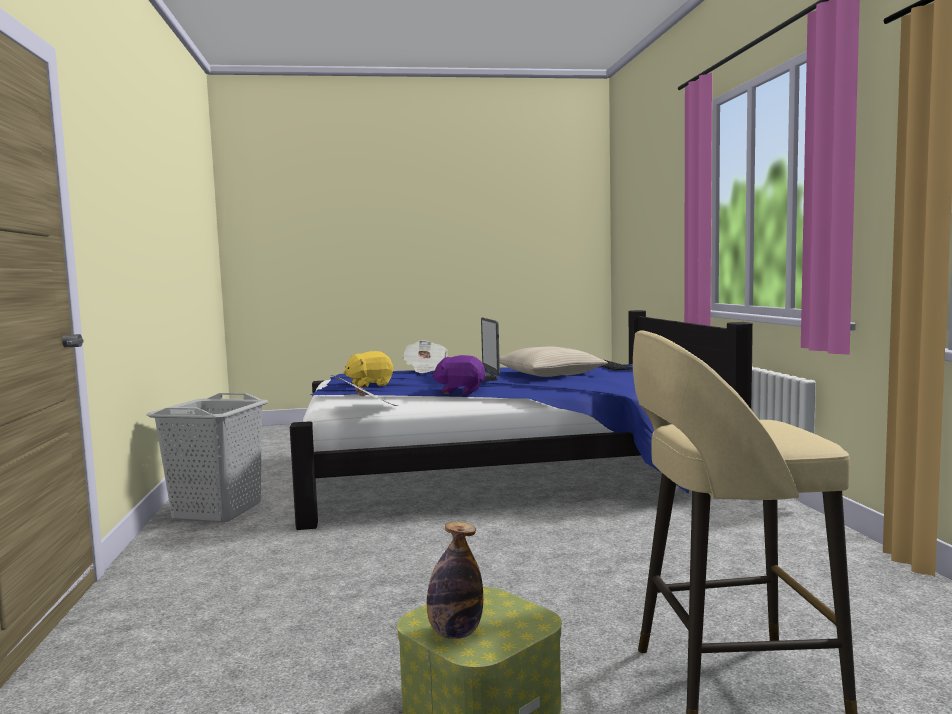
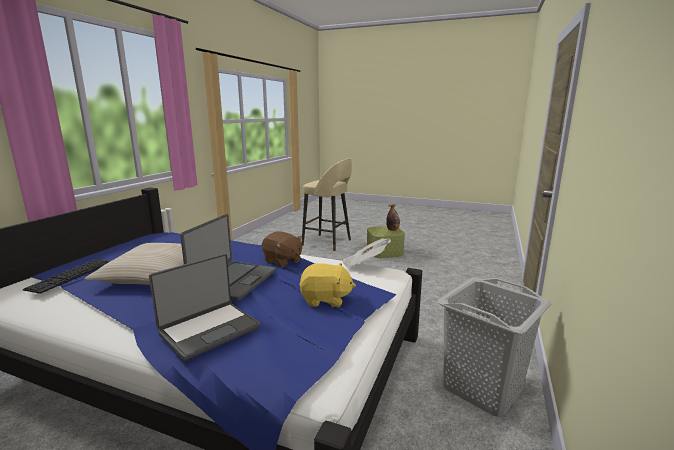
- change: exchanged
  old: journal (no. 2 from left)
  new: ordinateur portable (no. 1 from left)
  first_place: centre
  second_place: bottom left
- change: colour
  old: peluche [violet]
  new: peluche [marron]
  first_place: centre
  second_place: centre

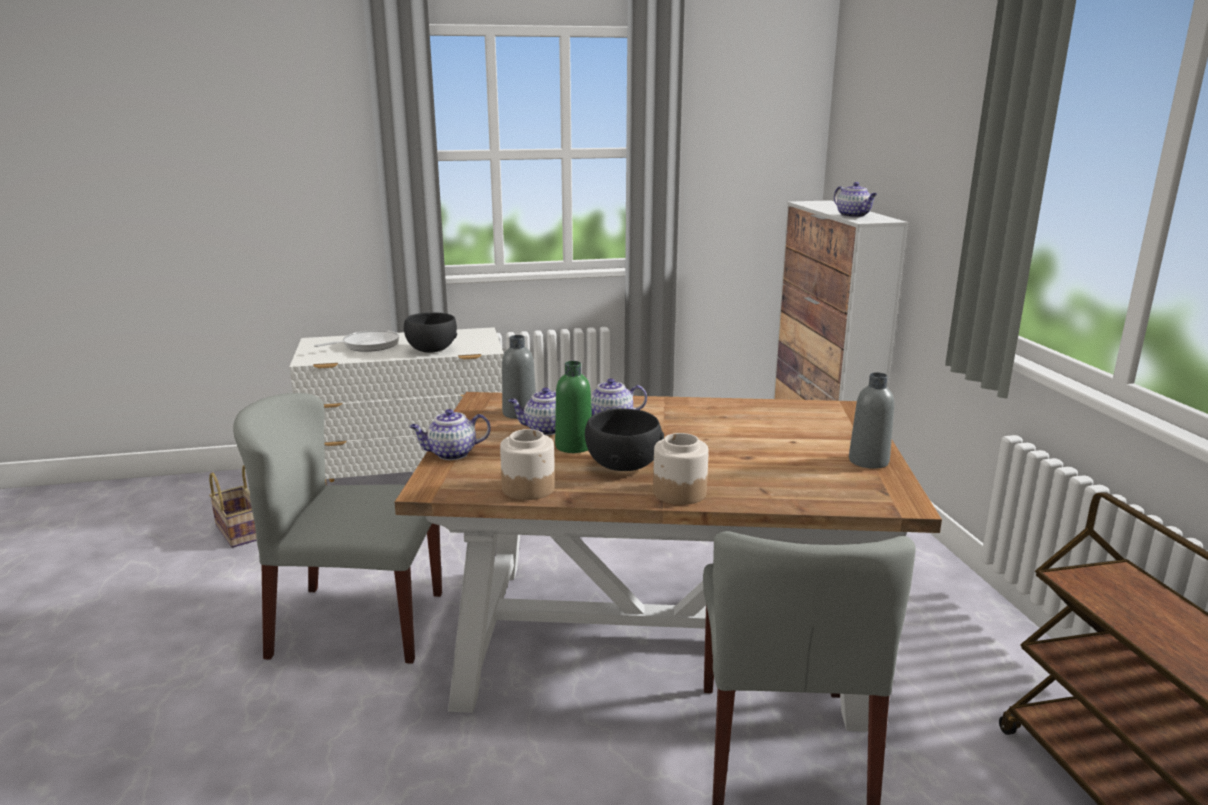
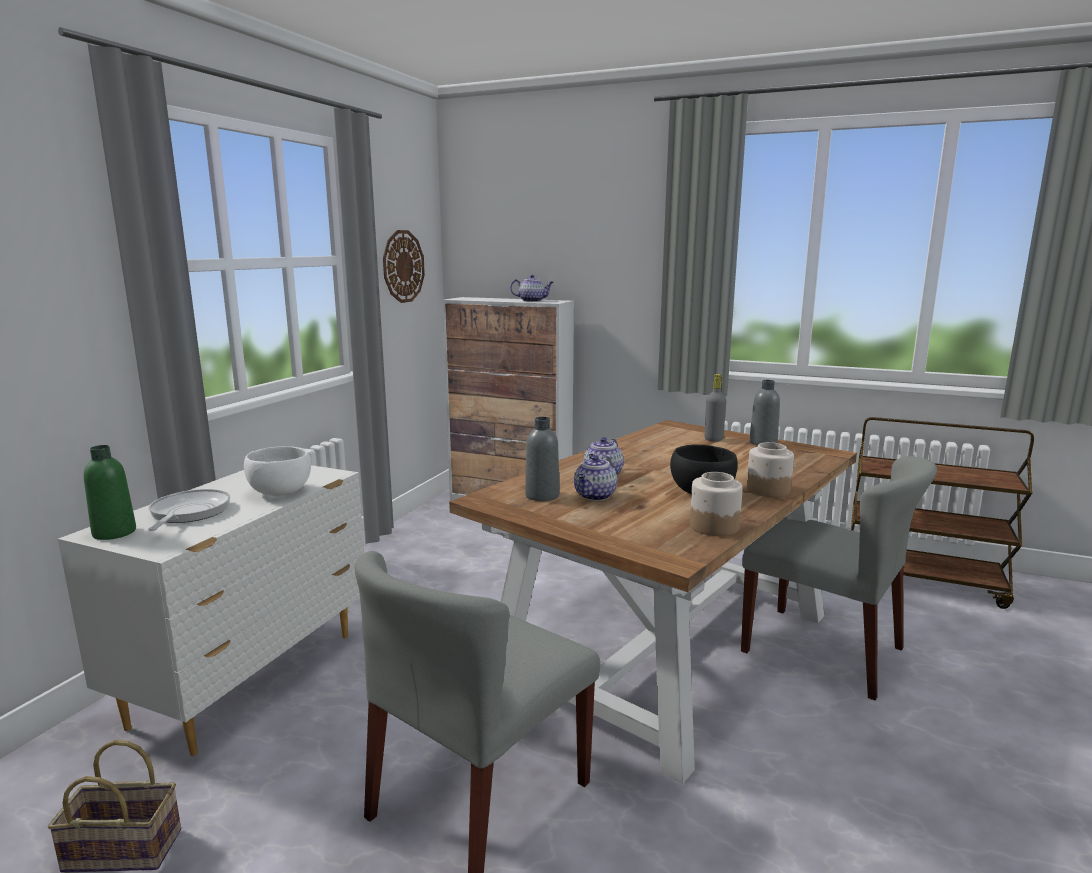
- change: colour
  old: bol [noir] (no. 1 from left)
  new: bol [blanc]
  first_place: centre
  second_place: middle left
- change: missing
  old: théière (no. 1 from left)
  first_place: centre
- change: relocated
  old: bouteille [vert]
  first_place: centre
  second_place: middle left
- change: appeared
  new: horloge murale
  second_place: top centre
- change: appeared
  new: bouteille [gris] (no. 2 from left)
  second_place: centre

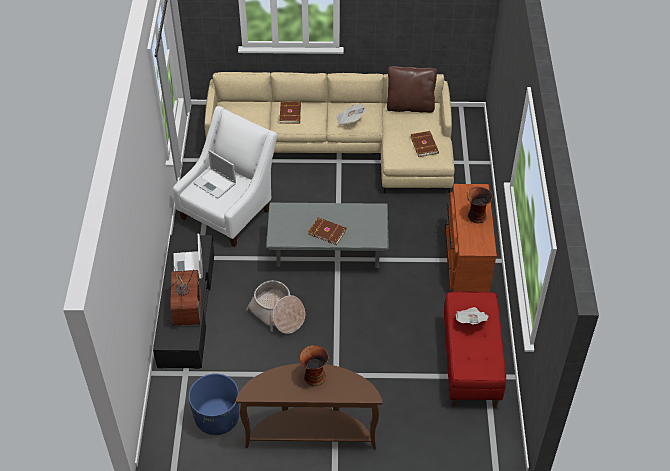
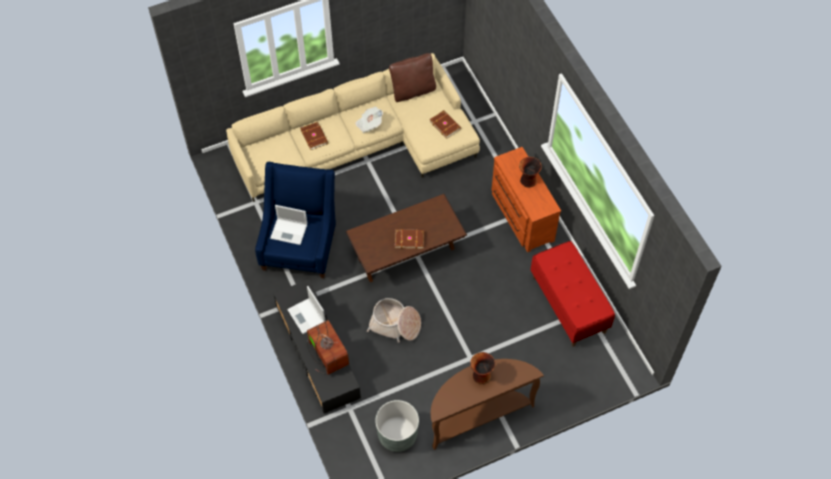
- change: colour
  old: fauteuil [blanc]
  new: fauteuil [bleu]
  first_place: centre
  second_place: centre
- change: colour
  old: cache-pot [bleu]
  new: cache-pot [gris]
  first_place: bottom left
  second_place: bottom centre
- change: colour
  old: table basse [gris]
  new: table basse [marron]
  first_place: centre
  second_place: centre
- change: missing
  old: journal (no. 2 from left)
  first_place: bottom right

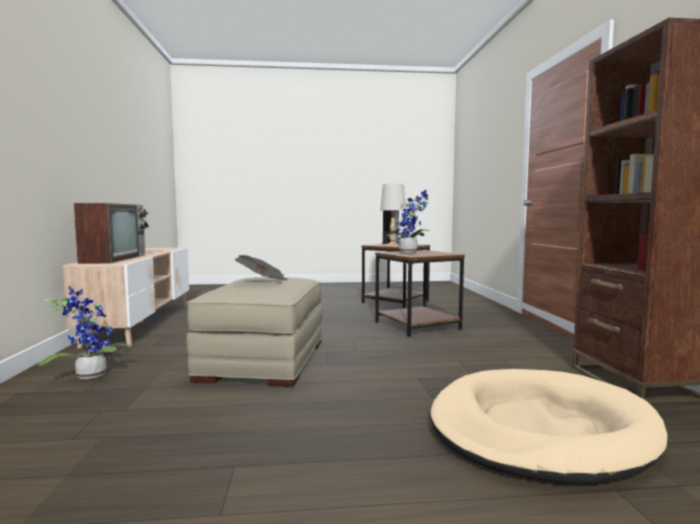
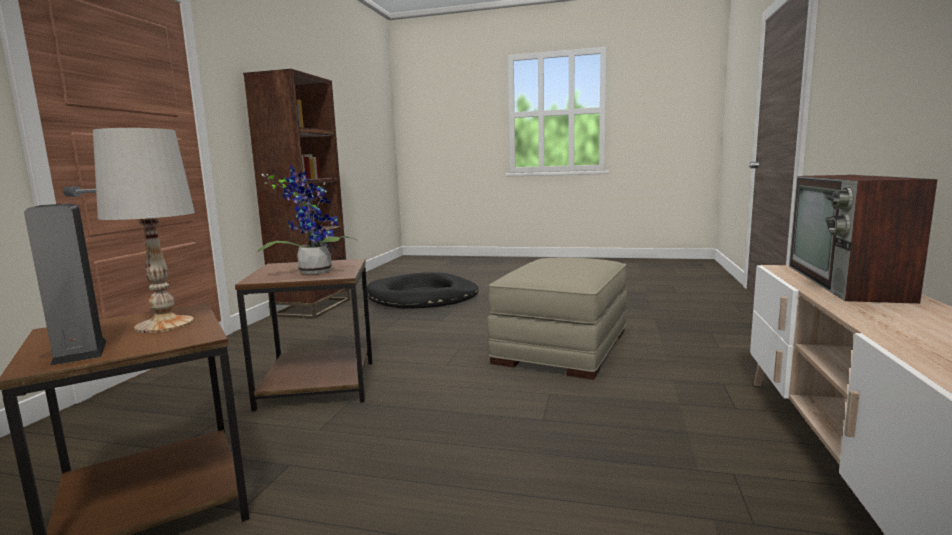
- change: missing
  old: plante en pot (no. 1 from left)
  first_place: middle left
- change: missing
  old: journal
  first_place: centre
- change: colour
  old: panier pour chien [beige]
  new: panier pour chien [noir]
  first_place: bottom right
  second_place: centre

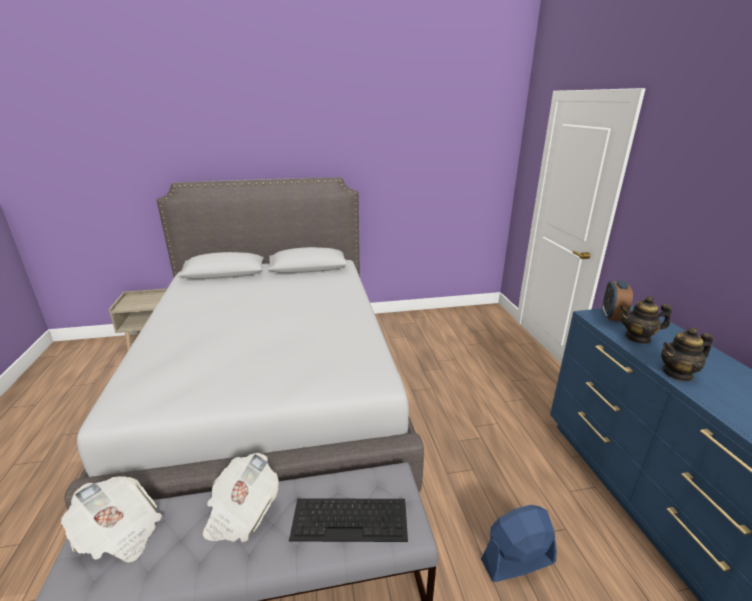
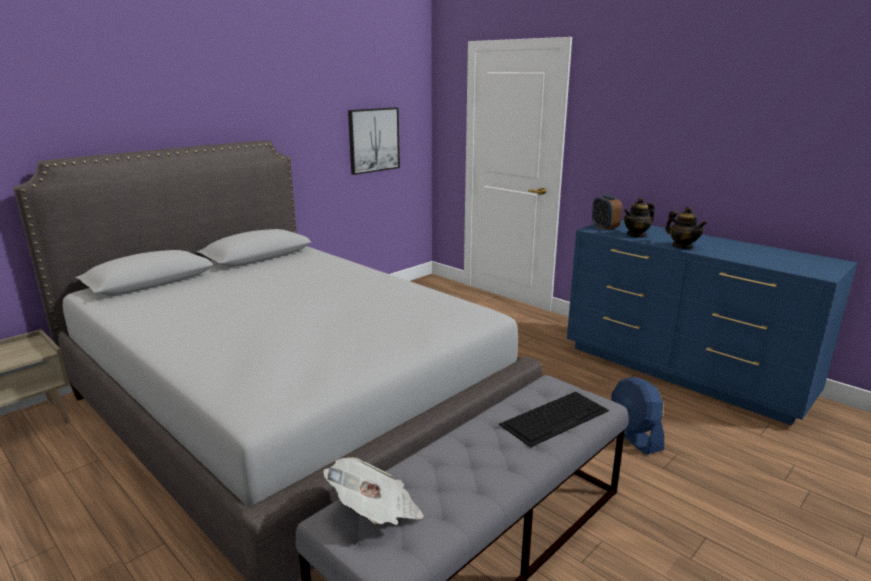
- change: missing
  old: journal (no. 2 from left)
  first_place: bottom left
- change: spun
  old: ventilateur [bleu]
  first_place: bottom right
  second_place: bottom right
  degrees: -60
- change: spun
  old: théière (no. 2 from left)
  first_place: middle right
  second_place: middle right
  degrees: -75
- change: appeared
  new: tableau
  second_place: top centre

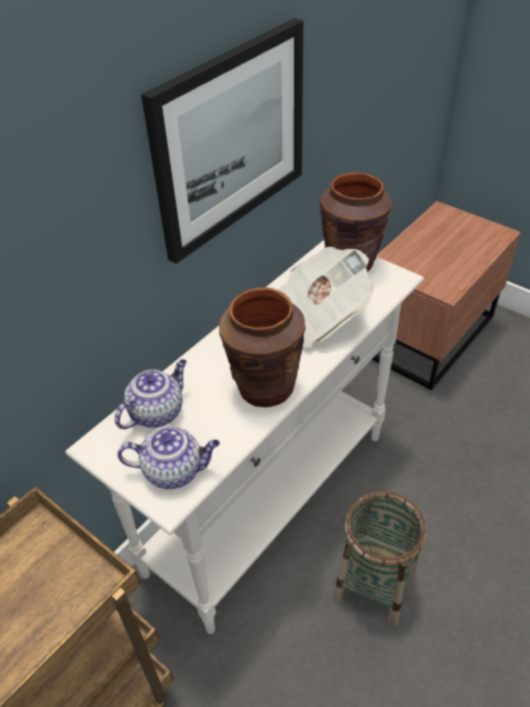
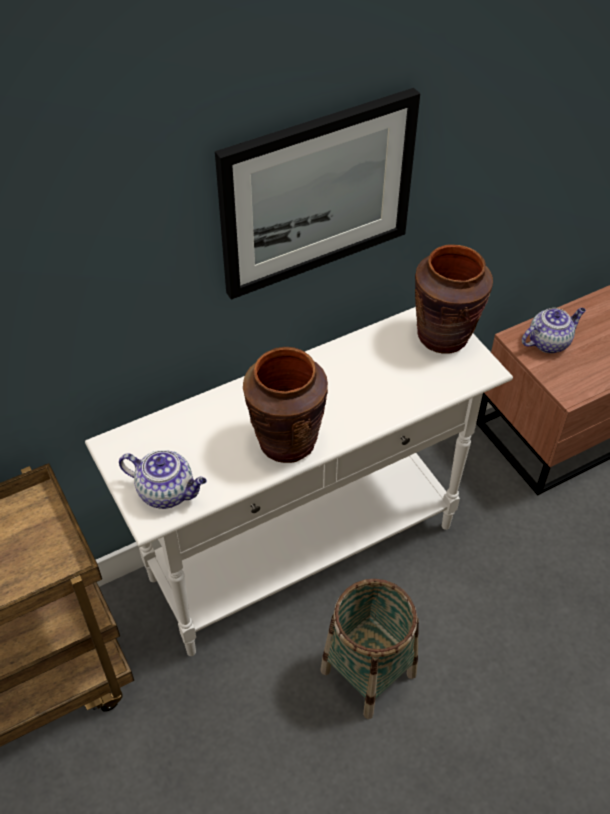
- change: relocated
  old: théière (no. 1 from left in the first image)
  new: théière (no. 2 from left)
  first_place: middle left
  second_place: middle right
- change: missing
  old: journal
  first_place: centre

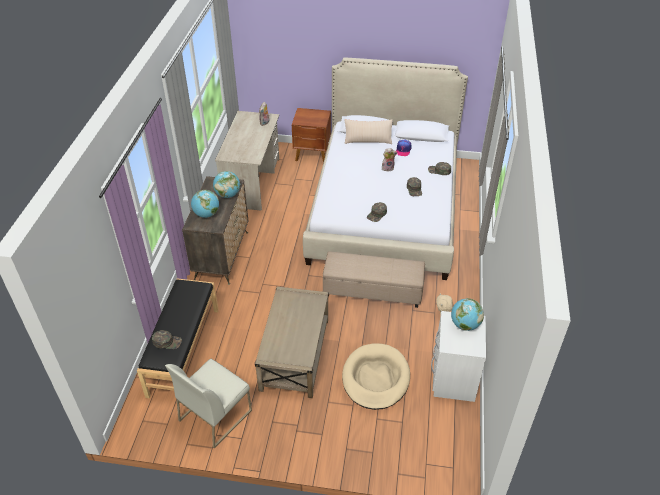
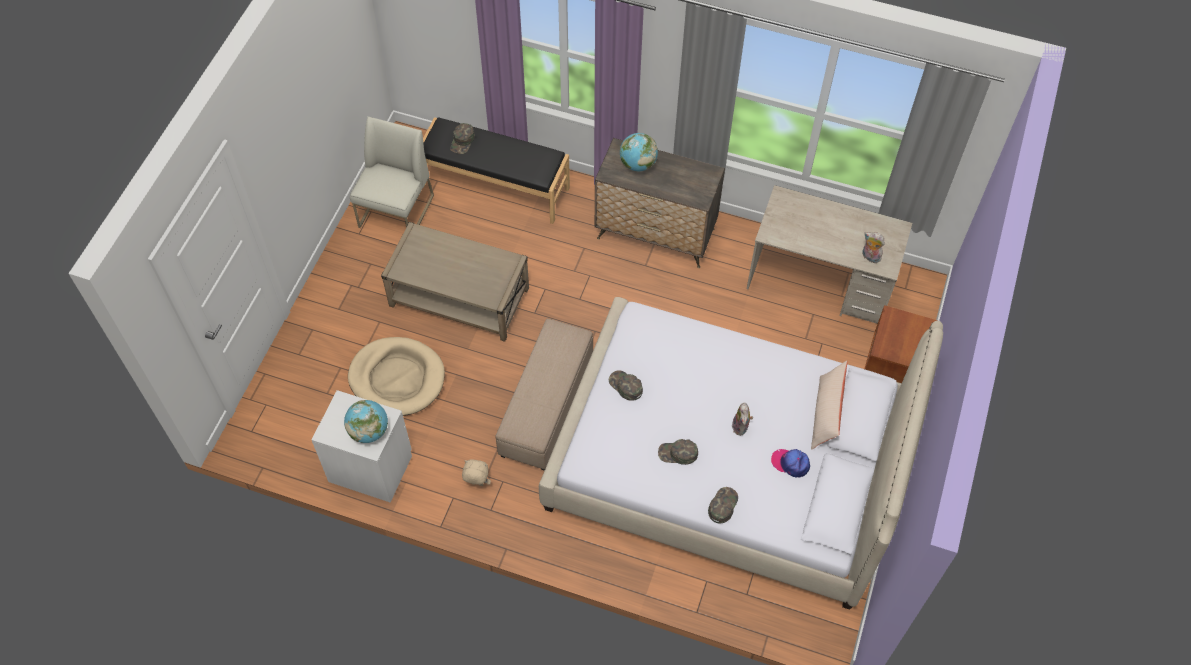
- change: spun
  old: chaise [blanc]
  first_place: bottom left
  second_place: top left
  degrees: 60
- change: missing
  old: globe (no. 2 from left)
  first_place: centre

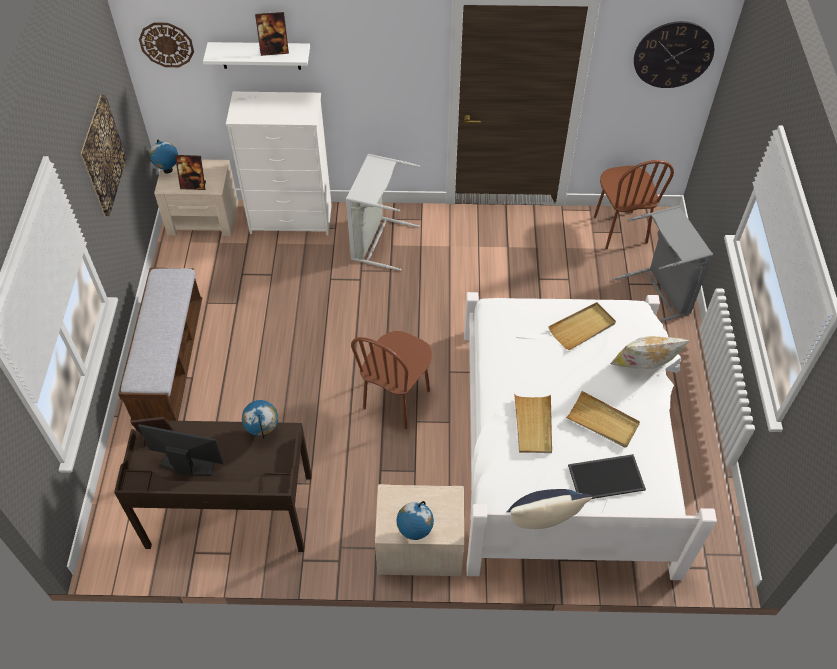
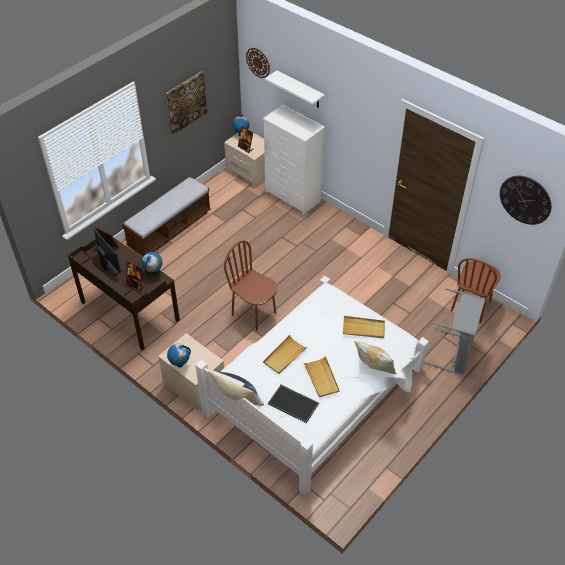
- change: relocated
  old: cadre photo (no. 3 from left in the first image)
  new: cadre photo (no. 2 from left)
  first_place: top left
  second_place: middle left
- change: missing
  old: panier à linge [gris] (no. 1 from left)
  first_place: top centre
- change: spun
  old: chaise [marron] (no. 1 from left)
  first_place: centre
  second_place: centre
  degrees: 60

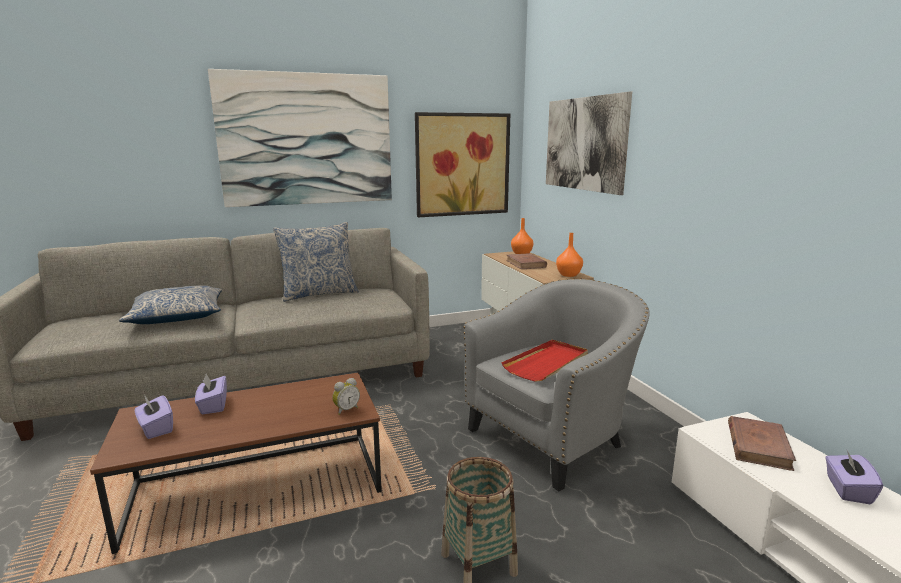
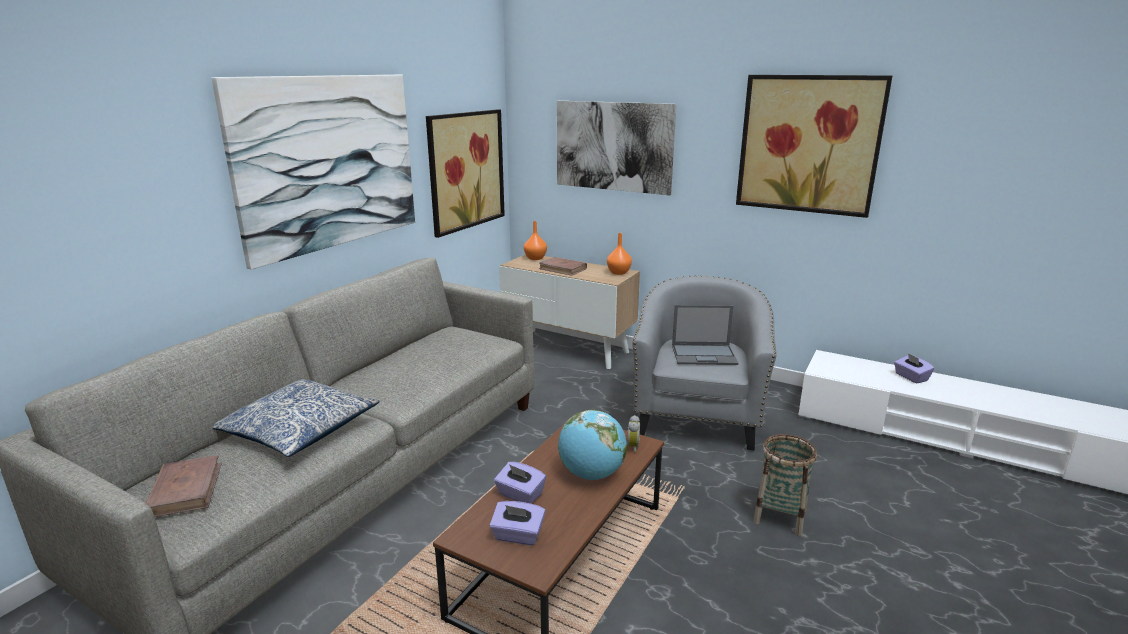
- change: missing
  old: coussin (no. 2 from left)
  first_place: centre
- change: exchanged
  old: plateau [rouge]
  new: ordinateur portable
  first_place: centre
  second_place: centre
- change: relocated
  old: livre [marron] (no. 2 from left in the first image)
  new: livre [marron] (no. 1 from left)
  first_place: bottom right
  second_place: bottom left
- change: appeared
  new: globe
  second_place: bottom centre
- change: appeared
  new: tableau (no. 4 from left)
  second_place: top right

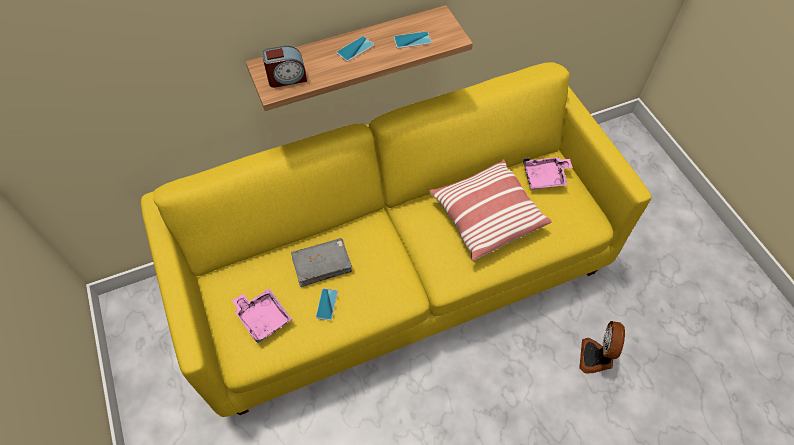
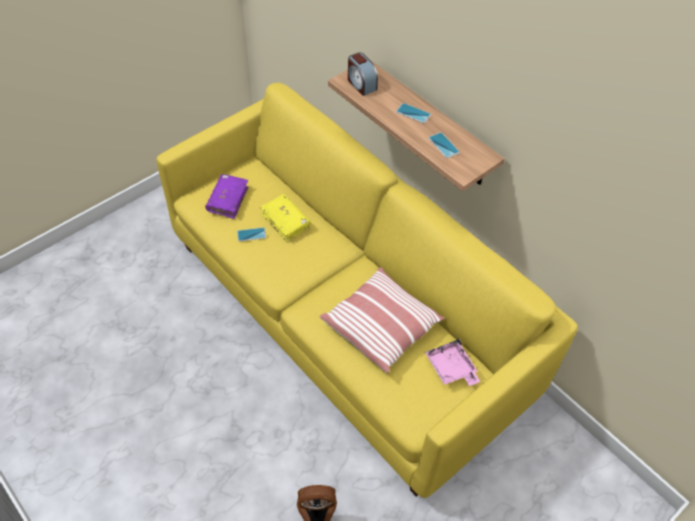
- change: exchanged
  old: plateau [rose] (no. 1 from left)
  new: livre [violet]
  first_place: bottom left
  second_place: middle left
- change: colour
  old: livre [gris]
  new: livre [jaune]
  first_place: centre
  second_place: centre

